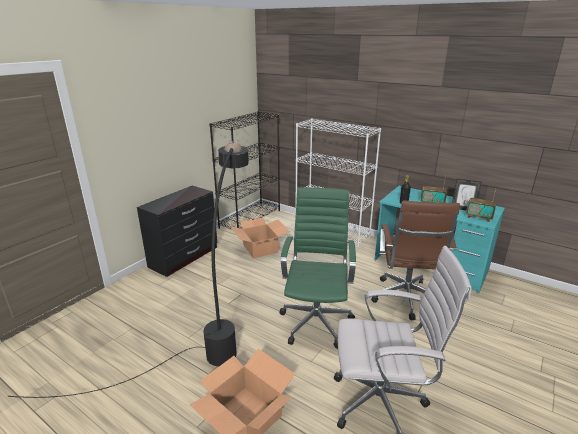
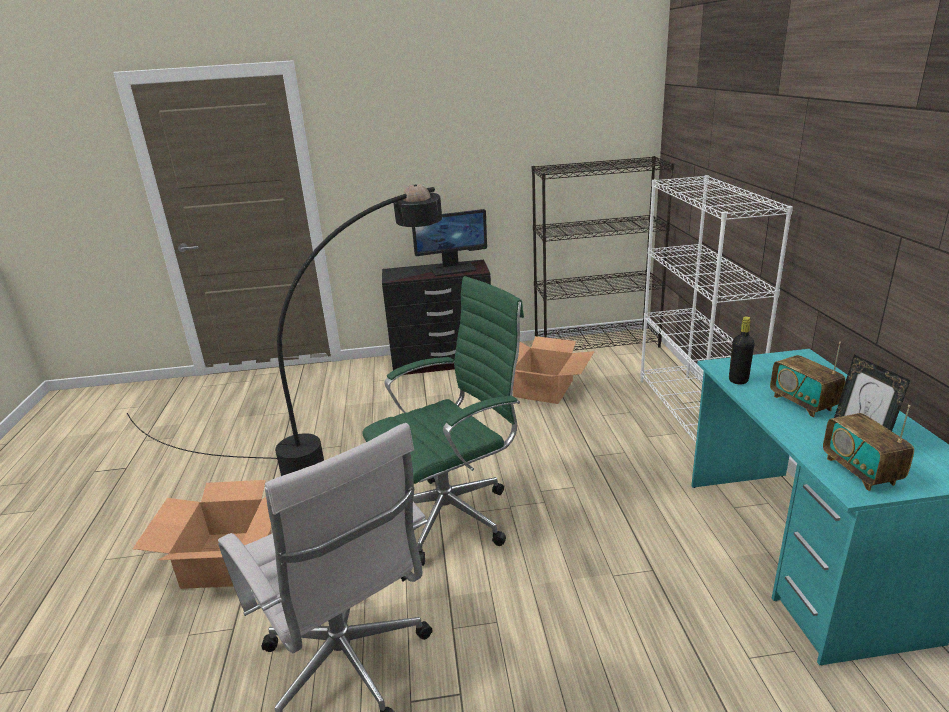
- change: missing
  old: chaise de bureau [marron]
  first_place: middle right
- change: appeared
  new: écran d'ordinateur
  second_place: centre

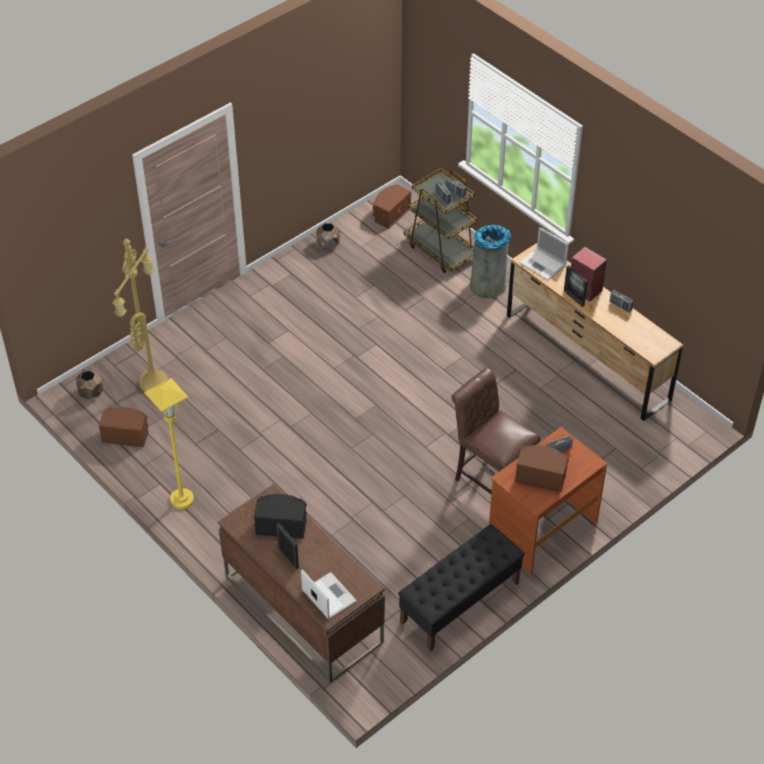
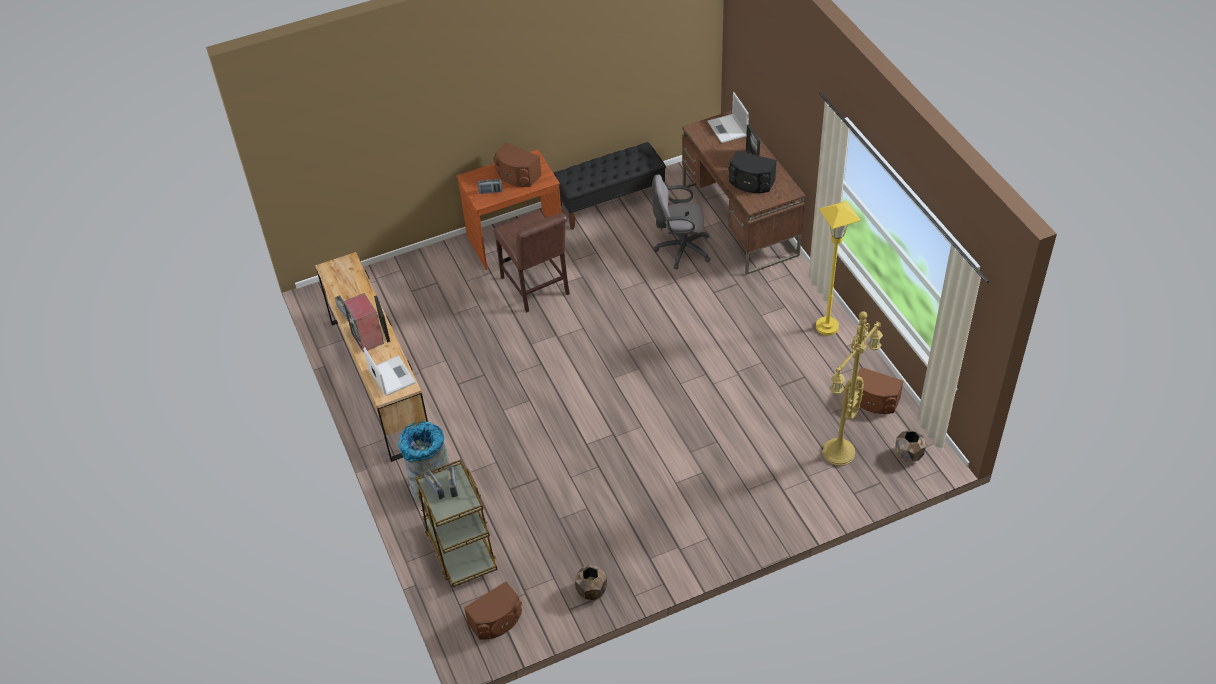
- change: appeared
  new: chaise de bureau [gris]
  second_place: top centre

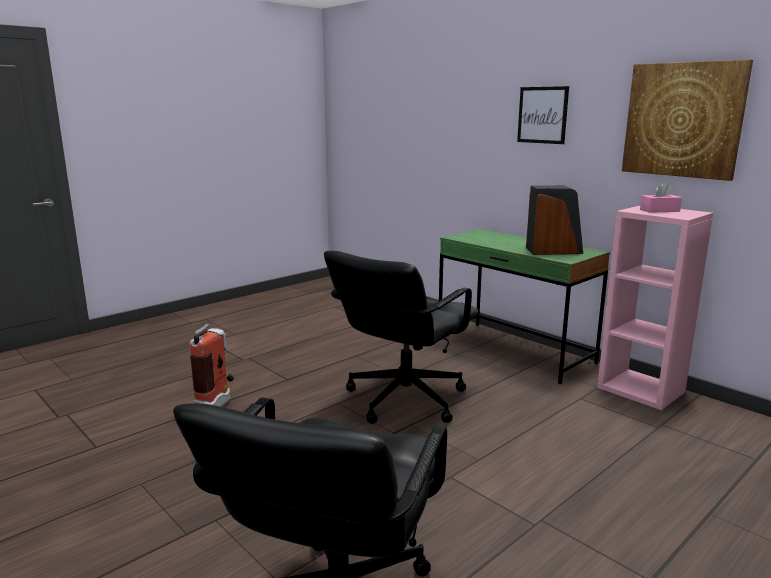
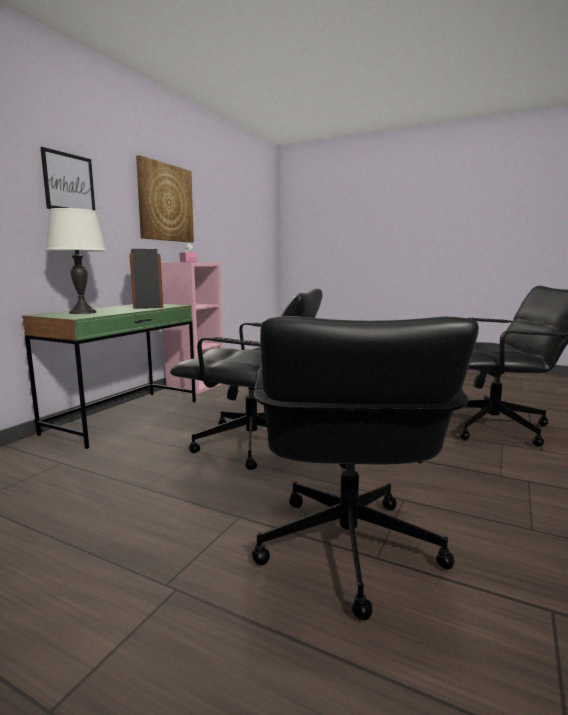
- change: exchanged
  old: extincteur
  new: chaise de bureau [noir] (no. 2 from left)
  first_place: middle left
  second_place: centre
- change: appeared
  new: lampe de table [blanc]
  second_place: middle left

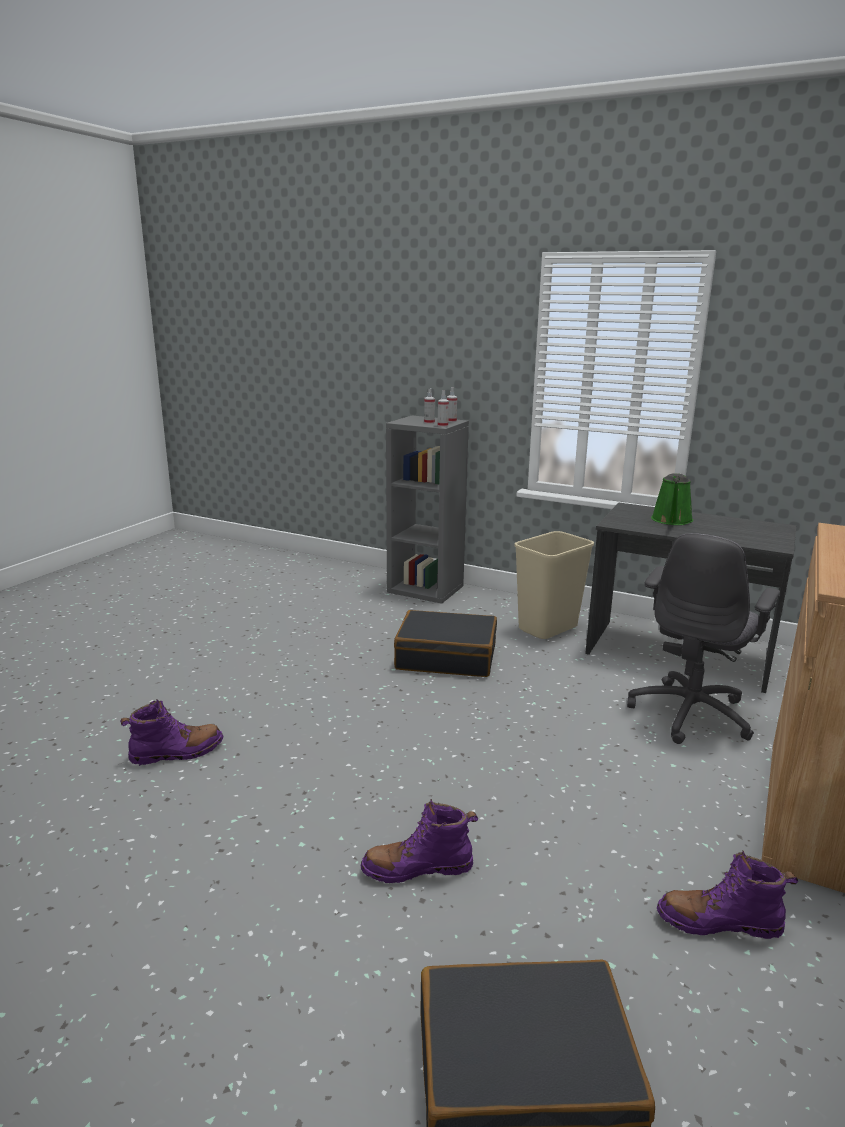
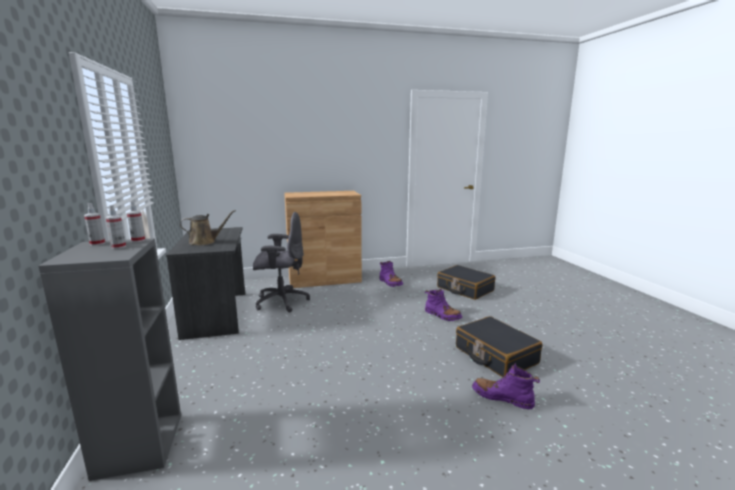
- change: relocated
  old: valise [noir] (no. 1 from left in the first image)
  new: valise [noir] (no. 2 from left)
  first_place: centre
  second_place: bottom right
- change: missing
  old: poubelle [beige]
  first_place: centre
- change: colour
  old: arrosoir [vert]
  new: arrosoir [marron]
  first_place: middle right
  second_place: middle left

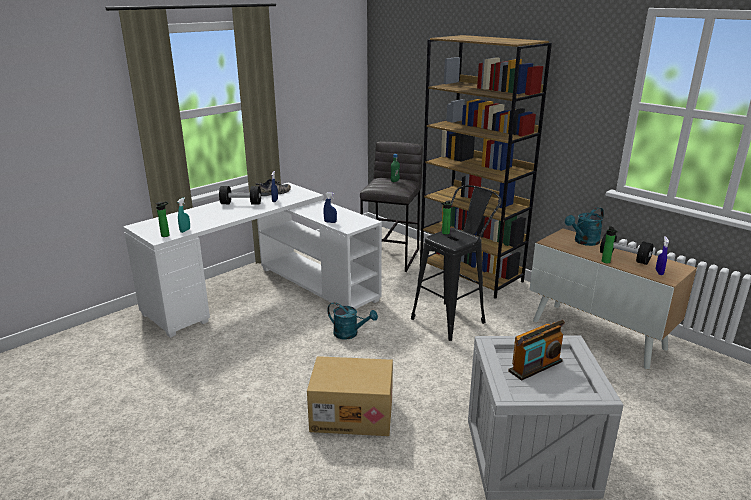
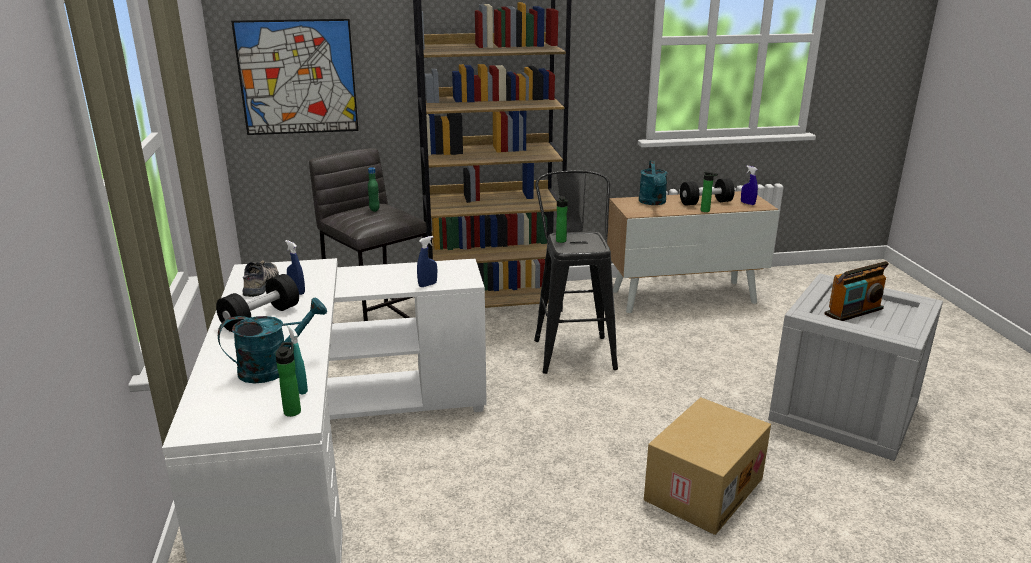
- change: relocated
  old: arrosoir [turquoise] (no. 1 from left)
  first_place: centre
  second_place: middle left
- change: spun
  old: radio
  first_place: bottom right
  second_place: middle right
  degrees: 60
- change: appeared
  new: tableau
  second_place: top left

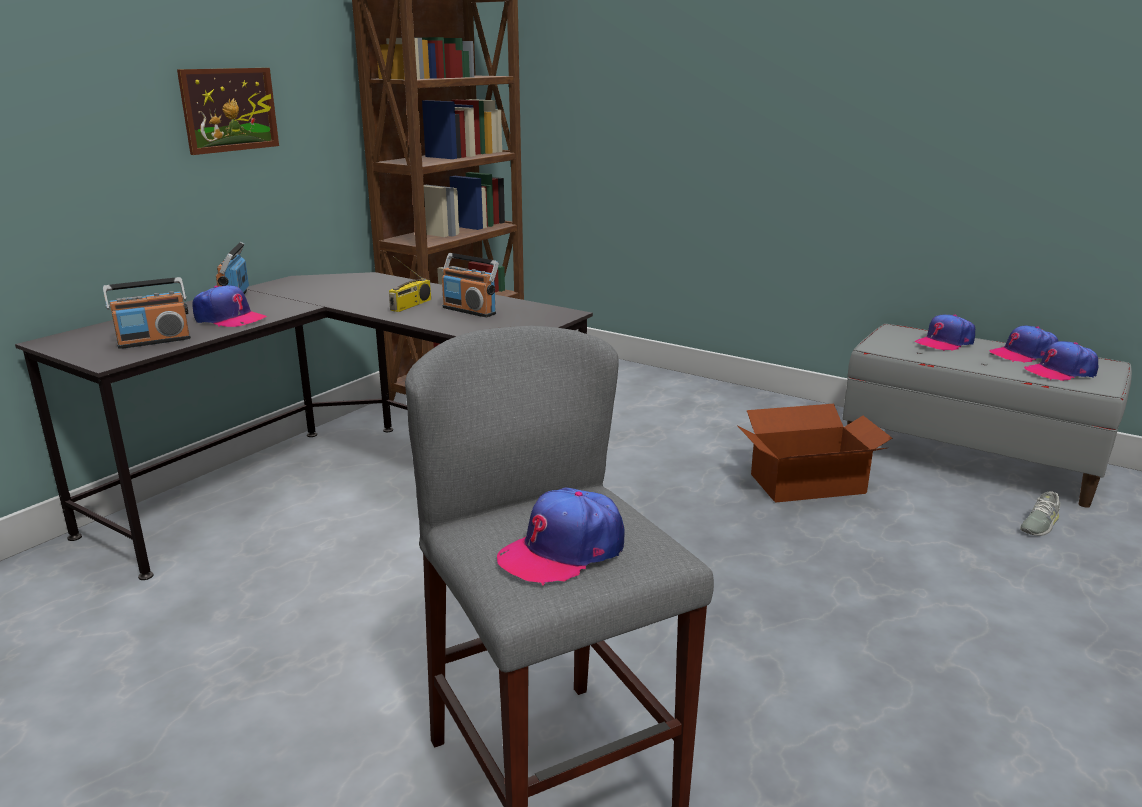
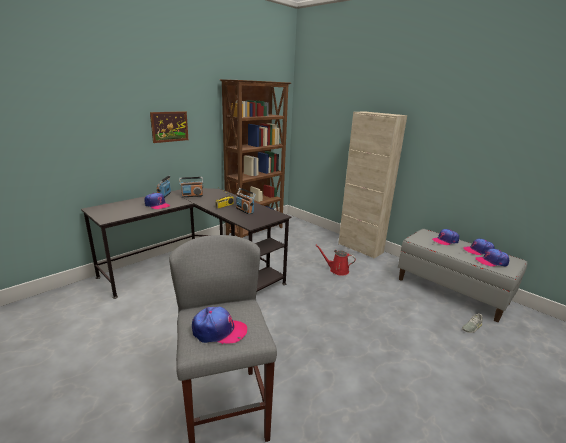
- change: relocated
  old: radio (no. 1 from left in the first image)
  new: radio (no. 2 from left)
  first_place: middle left
  second_place: centre
- change: spun
  old: casquette (no. 2 from left)
  first_place: centre
  second_place: bottom centre
  degrees: -150
- change: missing
  old: carton
  first_place: middle right
- change: appeared
  new: arrosoir [rouge]
  second_place: centre
- change: appeared
  new: meuble de rangement [beige]
  second_place: centre

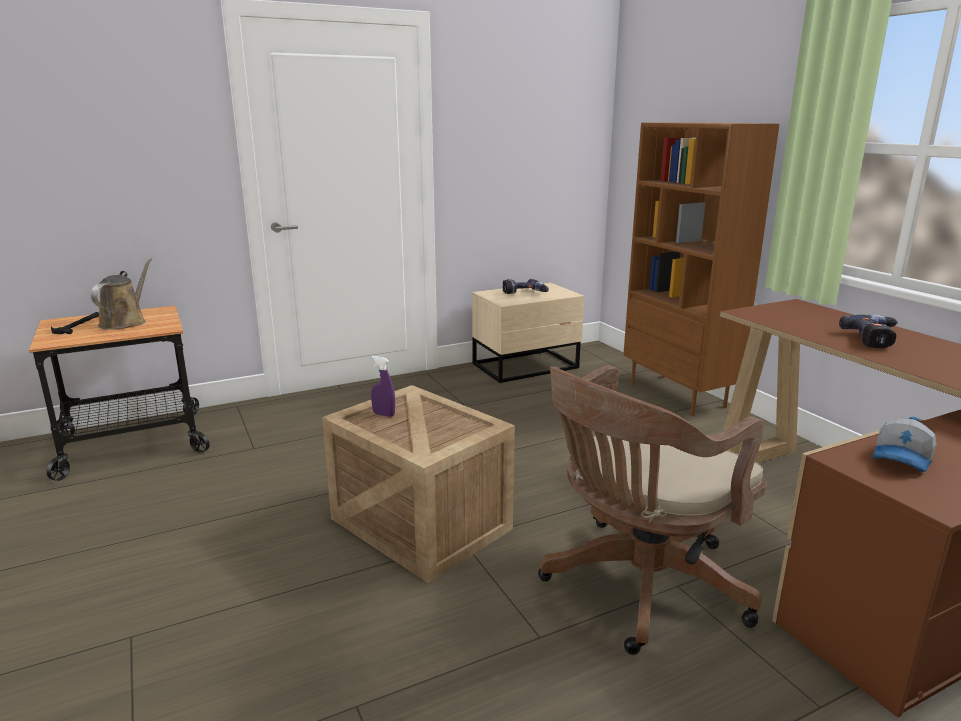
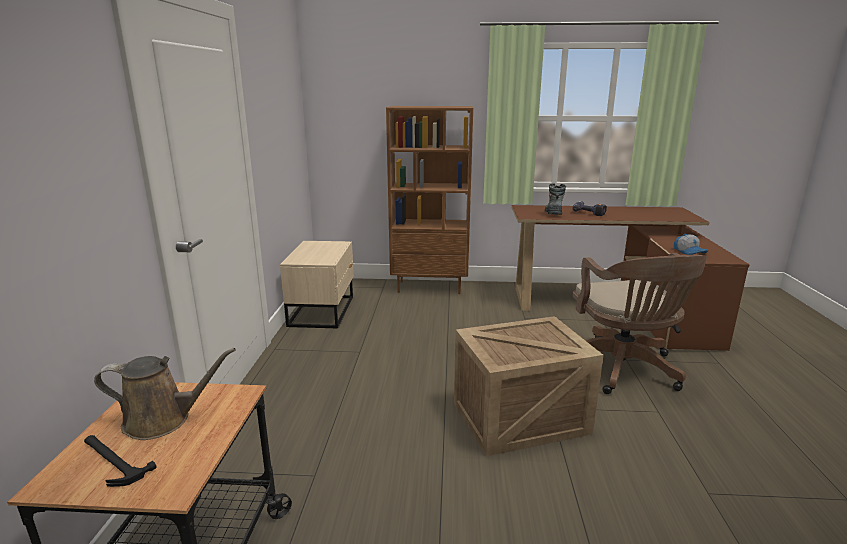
- change: spun
  old: arrosoir [marron]
  first_place: middle left
  second_place: bottom left
  degrees: 135
- change: missing
  old: vaporisateur [violet]
  first_place: centre
- change: missing
  old: perceuse (no. 1 from left)
  first_place: centre
- change: appeared
  new: botte
  second_place: centre

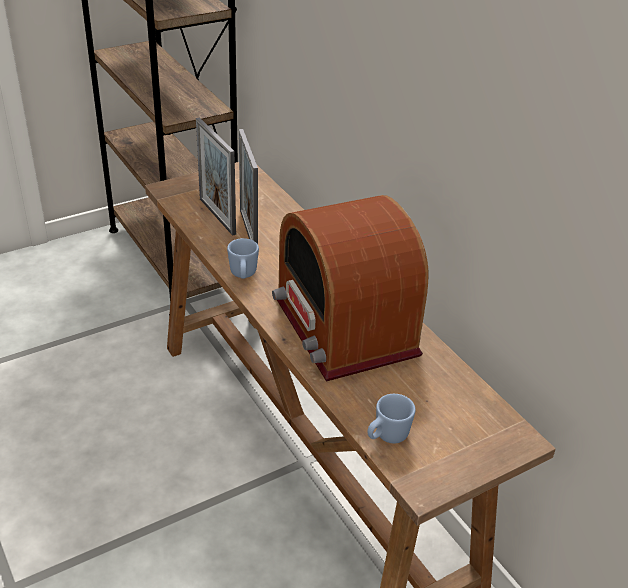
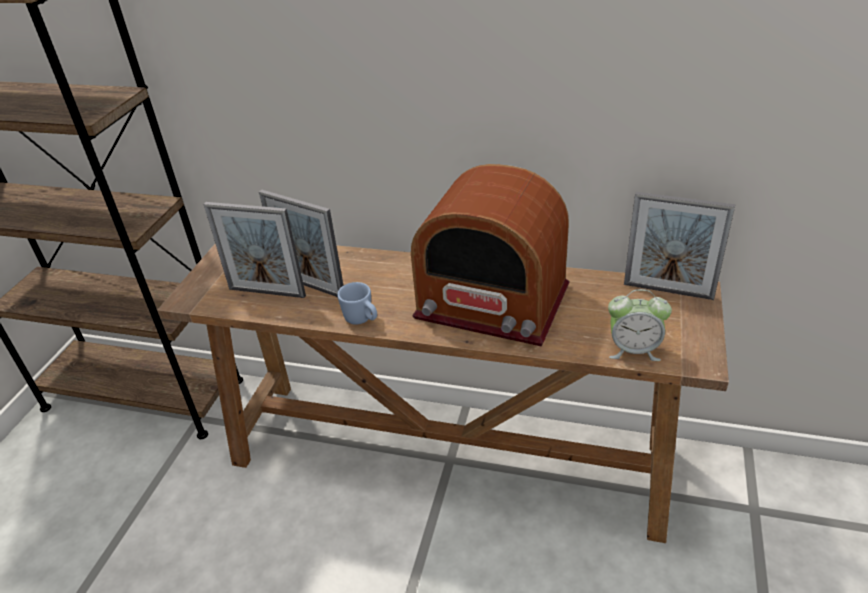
- change: exchanged
  old: mug [bleu] (no. 2 from left)
  new: réveil
  first_place: bottom centre
  second_place: middle right
- change: appeared
  new: cadre photo (no. 3 from left)
  second_place: middle right

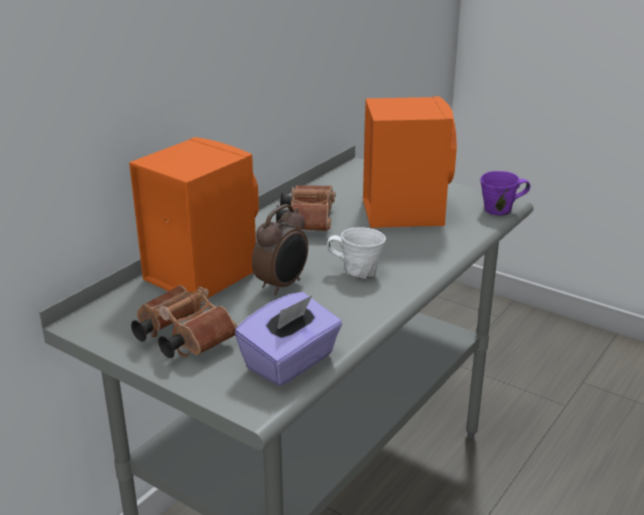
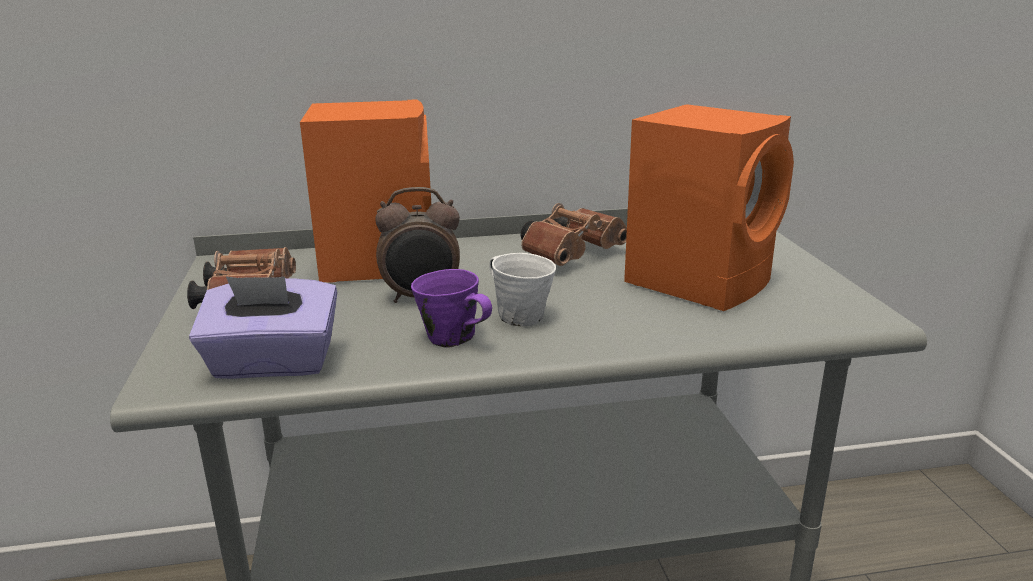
- change: relocated
  old: mug [violet]
  first_place: middle right
  second_place: centre

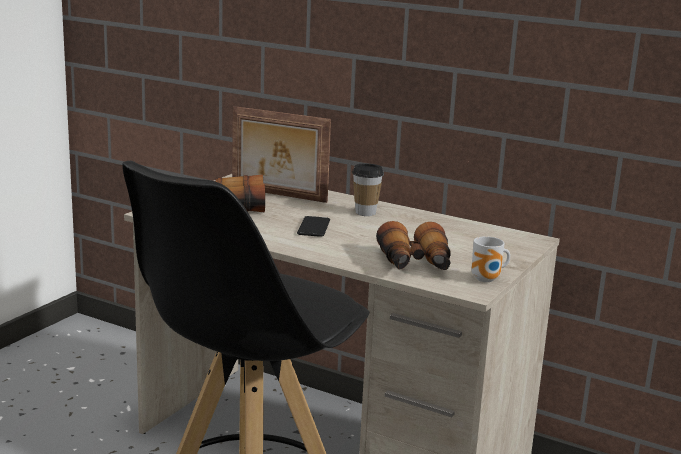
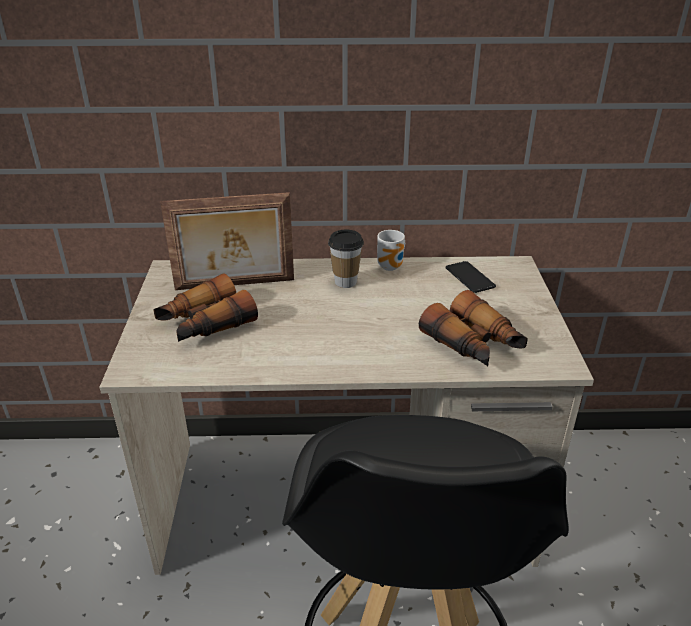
- change: relocated
  old: téléphone
  first_place: centre
  second_place: middle right
- change: relocated
  old: mug
  first_place: middle right
  second_place: centre

